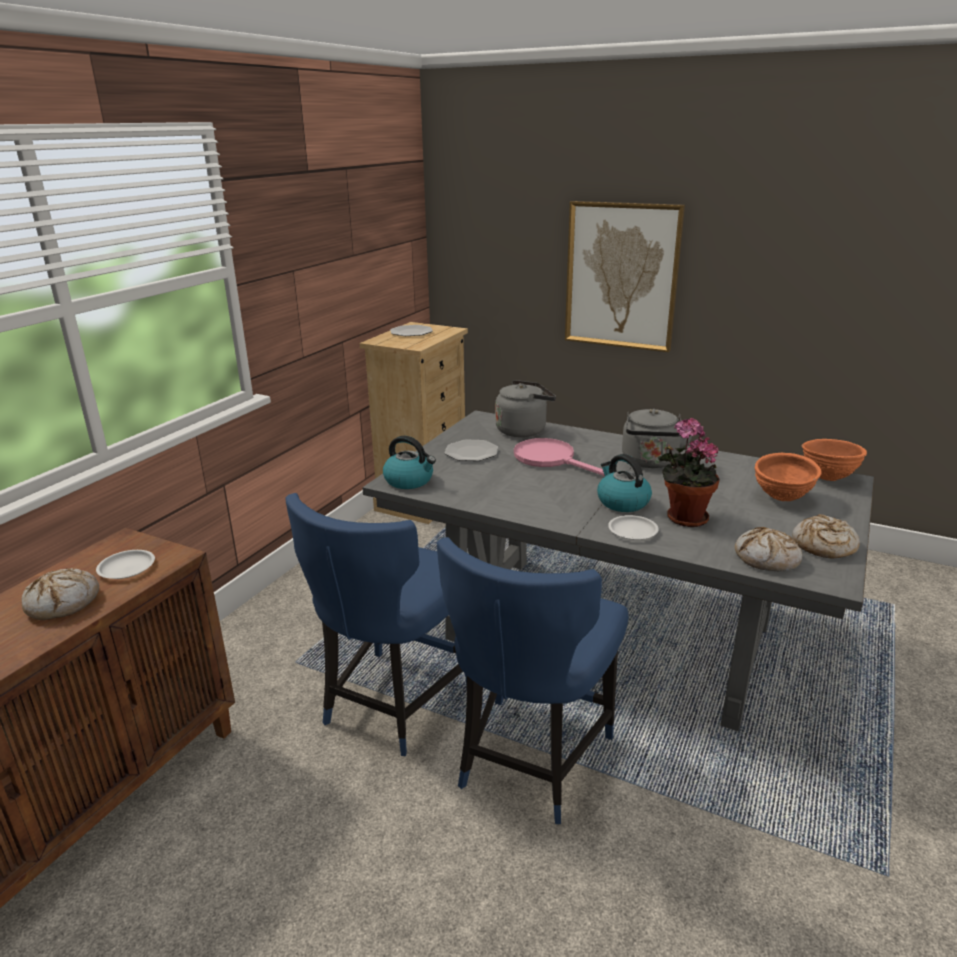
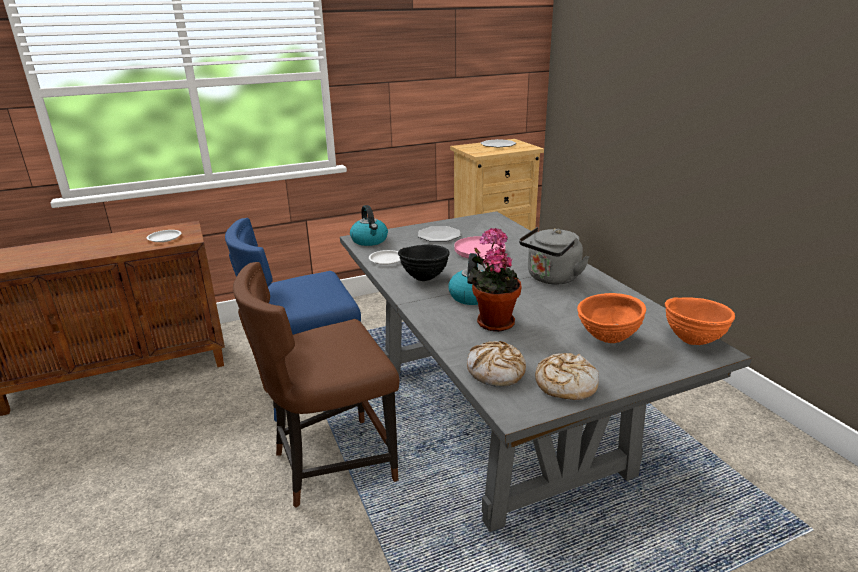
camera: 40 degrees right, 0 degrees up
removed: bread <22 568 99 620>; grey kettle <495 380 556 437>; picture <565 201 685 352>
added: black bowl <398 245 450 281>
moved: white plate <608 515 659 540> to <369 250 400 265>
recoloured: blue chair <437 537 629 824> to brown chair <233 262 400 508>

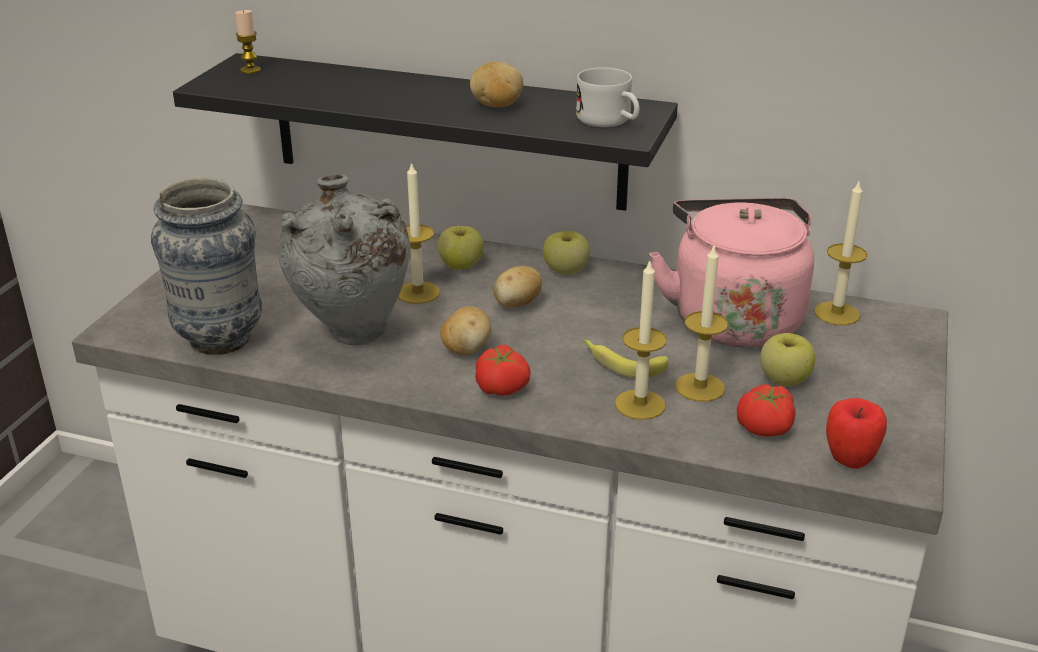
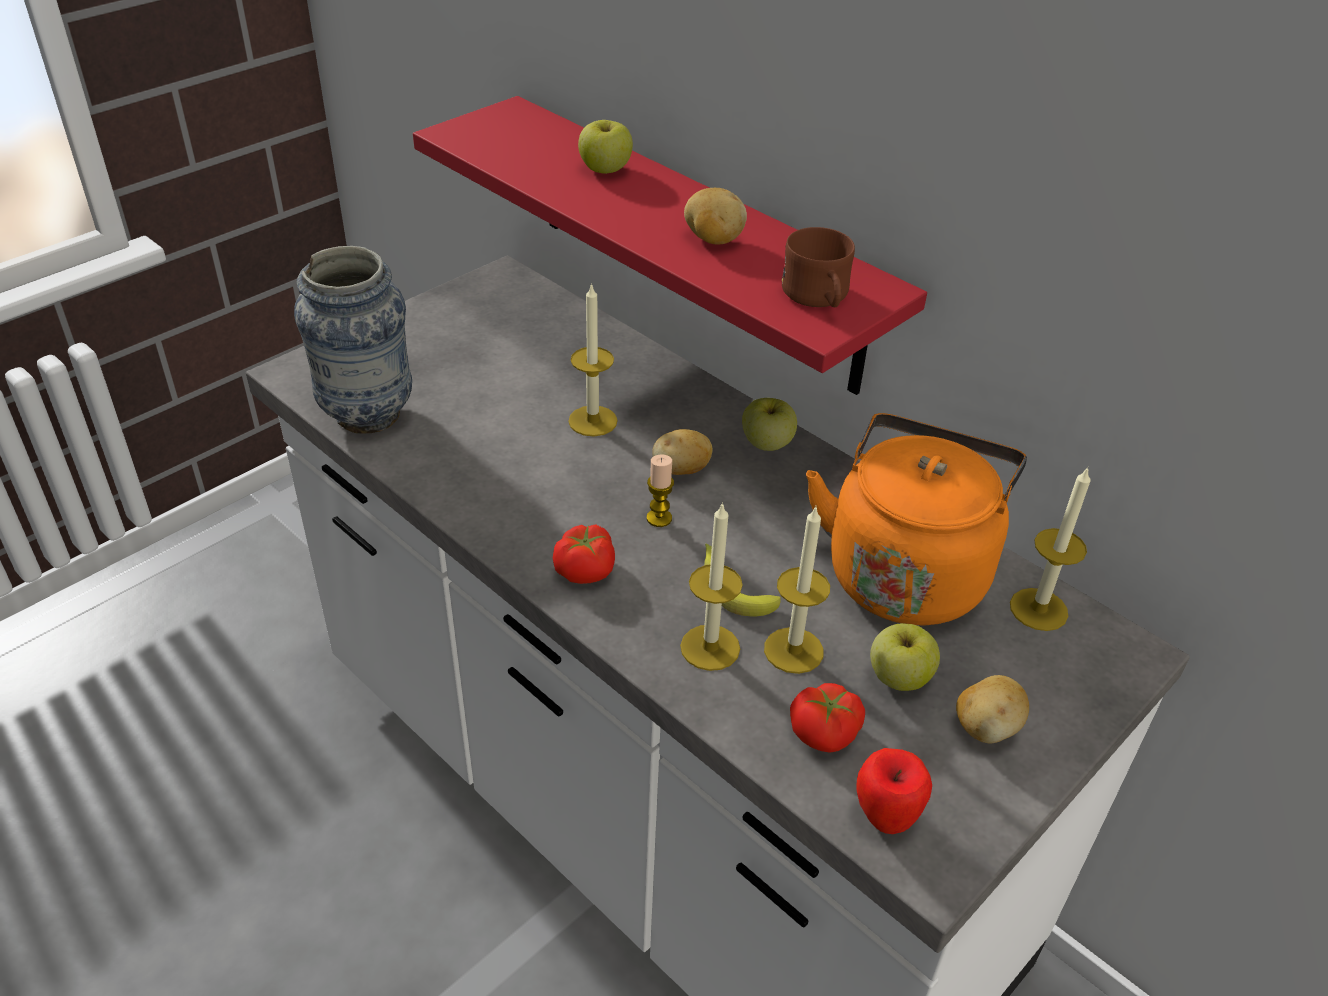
camera: 25 degrees right, 10 degrees up
removed: grey vase <278 174 410 345>
moved: apple <437 226 484 269> to <578 120 633 174>; candle <235 10 261 74> to <647 455 674 527>; potato <440 306 491 355> to <956 675 1029 743>
recoloured: black shelf <173 53 678 211> to red shelf <413 96 927 395>; white mug <576 67 640 127> to brown mug <782 227 855 307>; pink kettle <649 198 814 348> to orange kettle <806 413 1027 626>

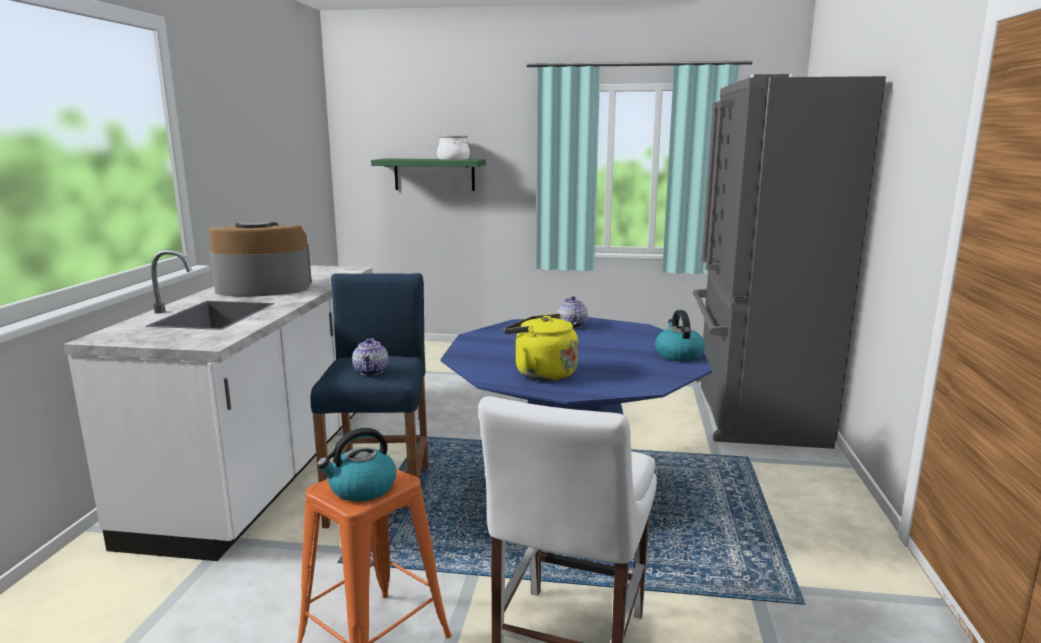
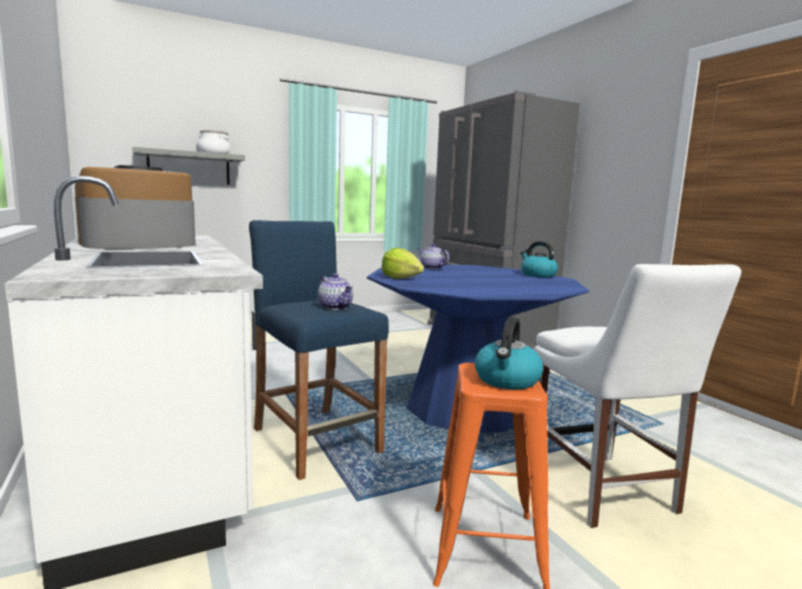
camera: 35 degrees left, 5 degrees down
removed: yellow kettle <504 313 578 381>
added: lettuce <381 248 424 279>
recoloured: green shelf <371 159 486 191> to grey shelf <132 147 245 185>

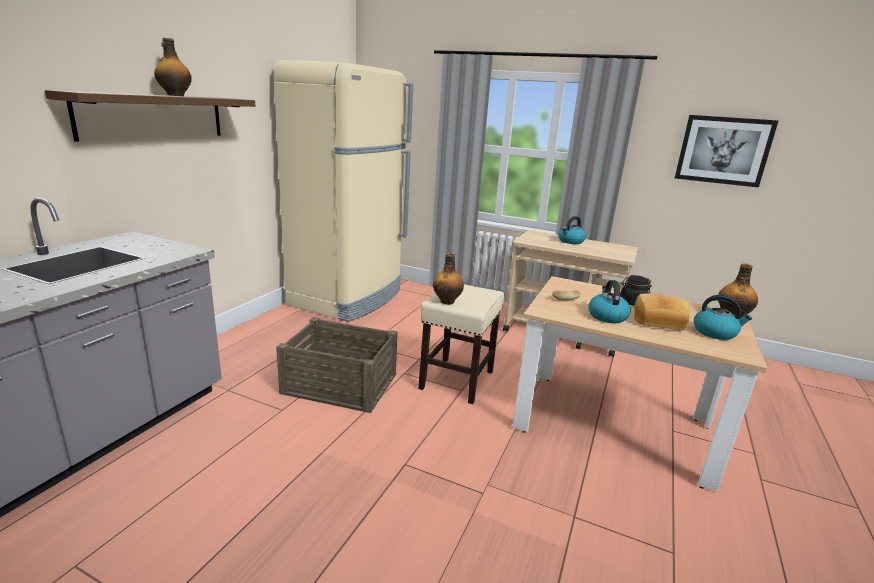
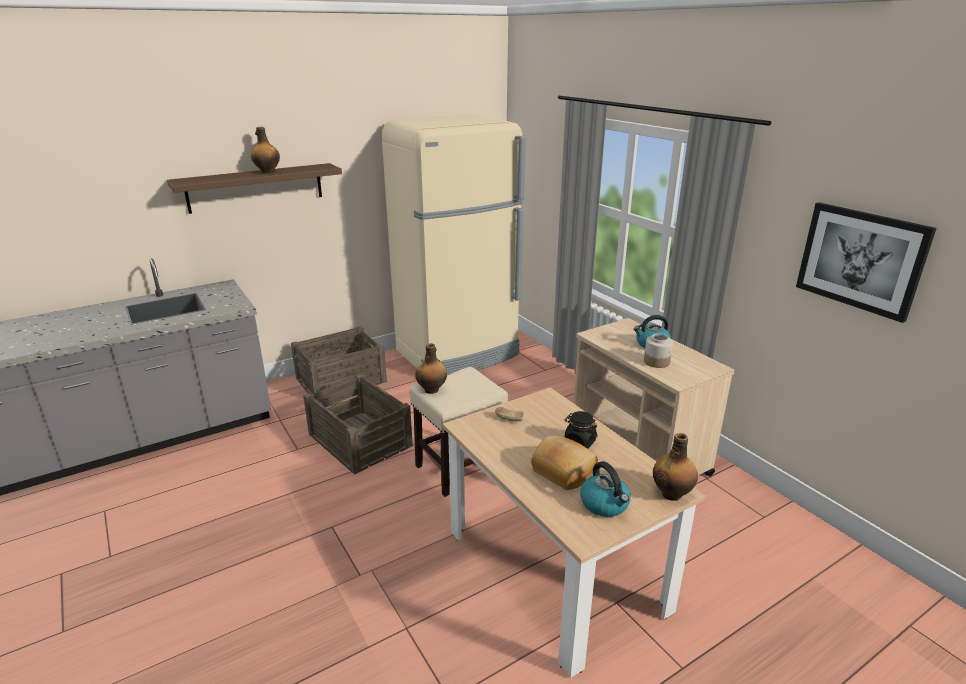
camera: 35 degrees right, 5 degrees up
removed: kettle <589 280 631 323>
added: crate <291 326 387 402>; jar <644 334 673 368>

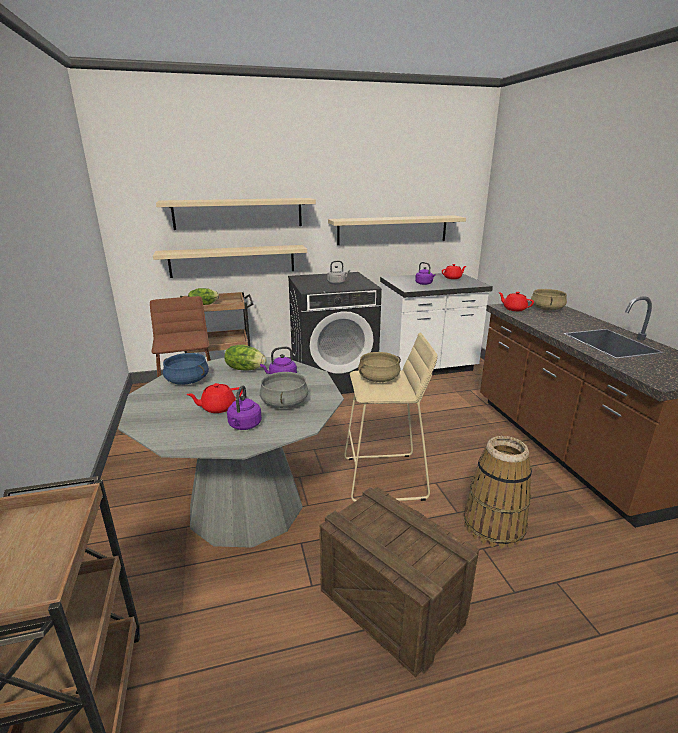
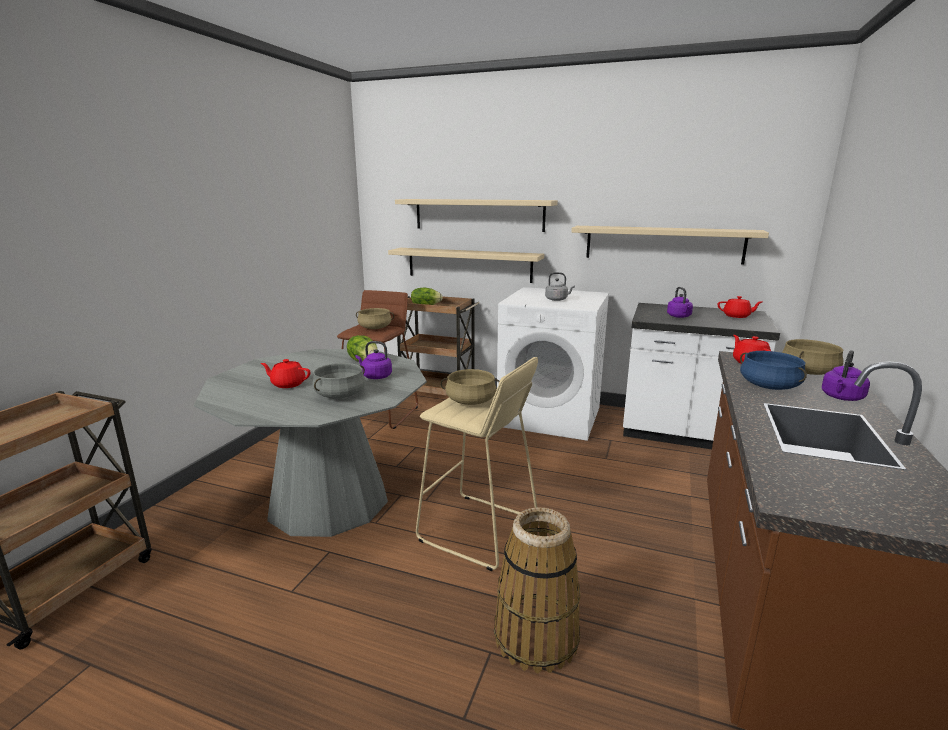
camera: 35 degrees right, 5 degrees down
removed: crate <319 487 480 678>
added: beige cooking pot <356 308 394 329>
moved: blue cooking pot <163 353 209 385> to <740 351 807 390>; purple kettle <227 385 262 430> to <822 350 870 401>
recoloured: black washing machine <288 272 382 394> to white washing machine <497 287 609 441>

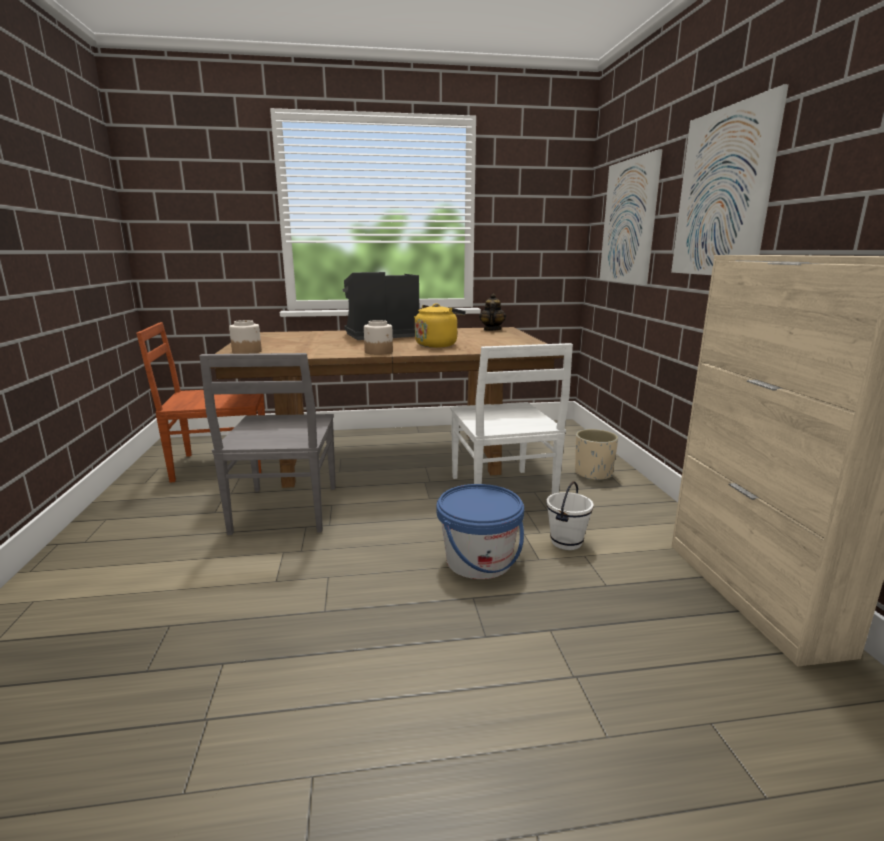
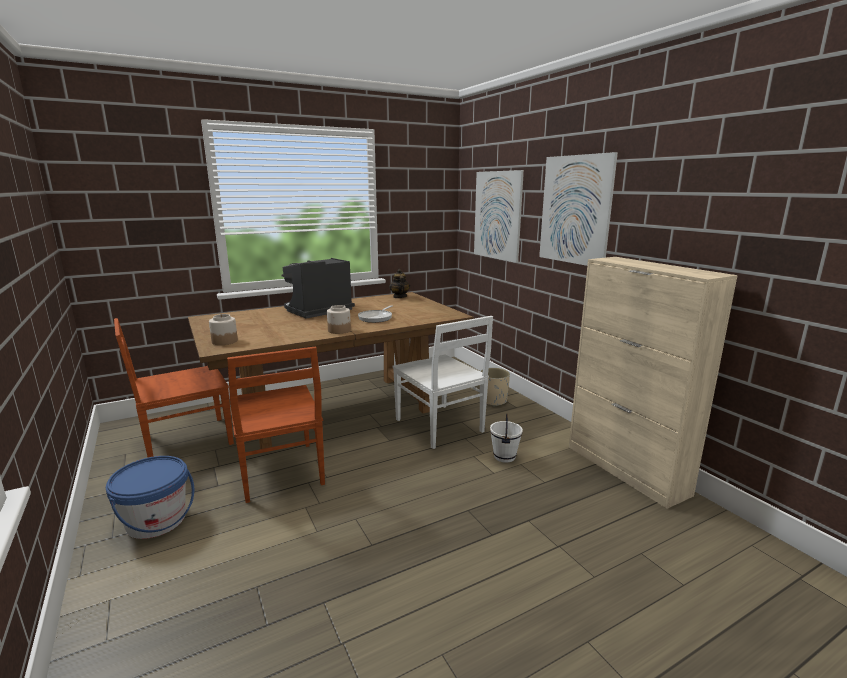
camera: 20 degrees left, 0 degrees up
moved: blue bucket <436 484 524 579> to <106 456 194 539>
replaced: yellow kettle <414 303 466 348> to frying pan <358 305 393 323>
recoloured: grey chair <199 353 336 535> to brown chair <227 347 325 503>

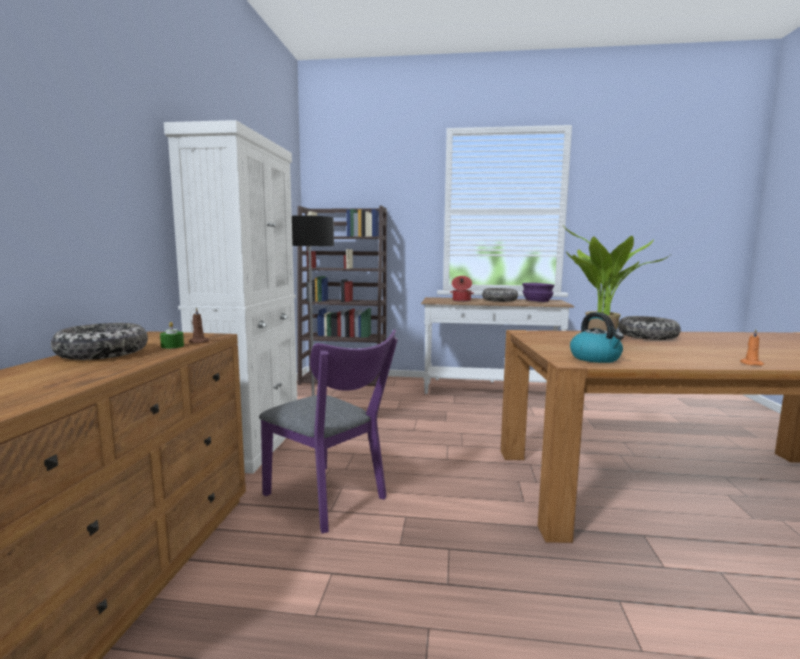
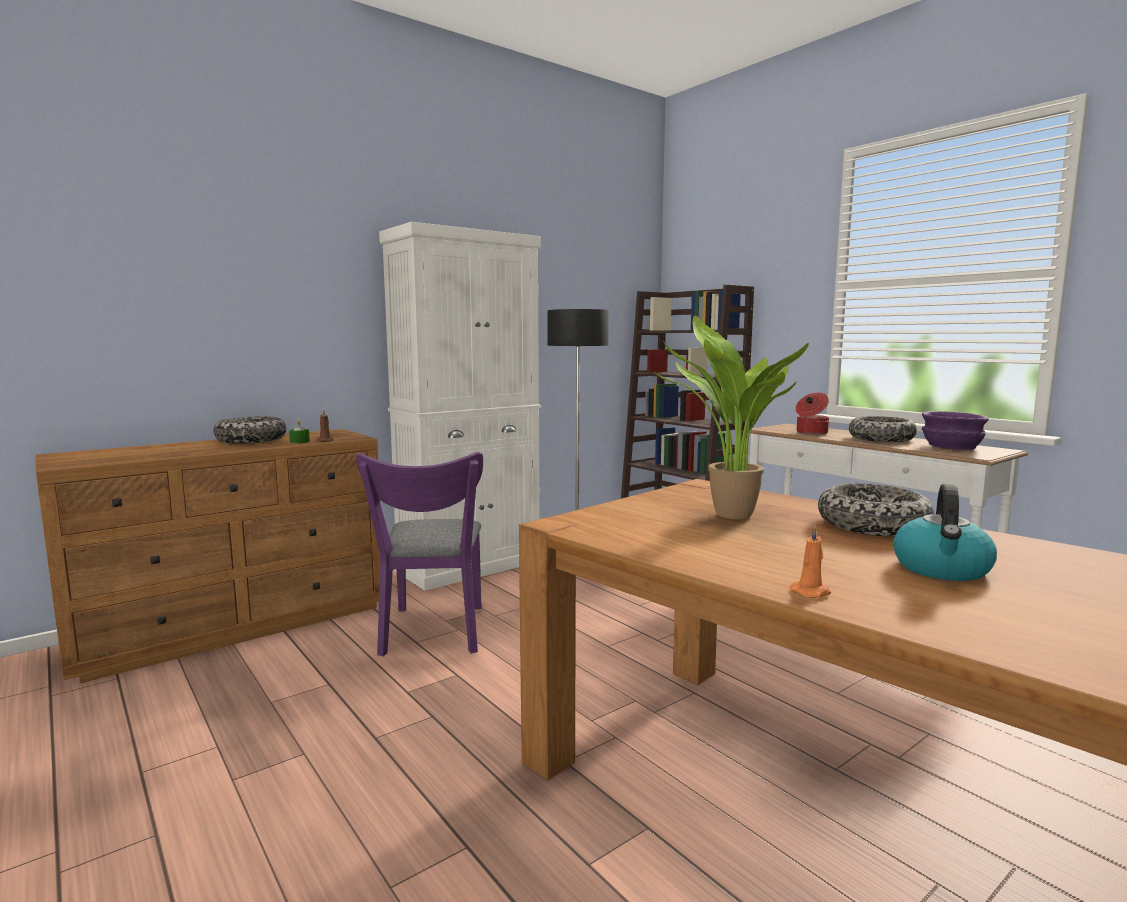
camera: 45 degrees right, 0 degrees up
moved: kettle <570 312 624 363> to <893 484 997 581>

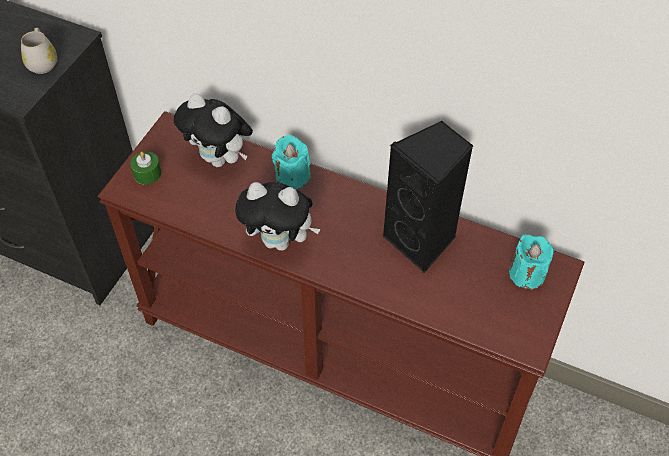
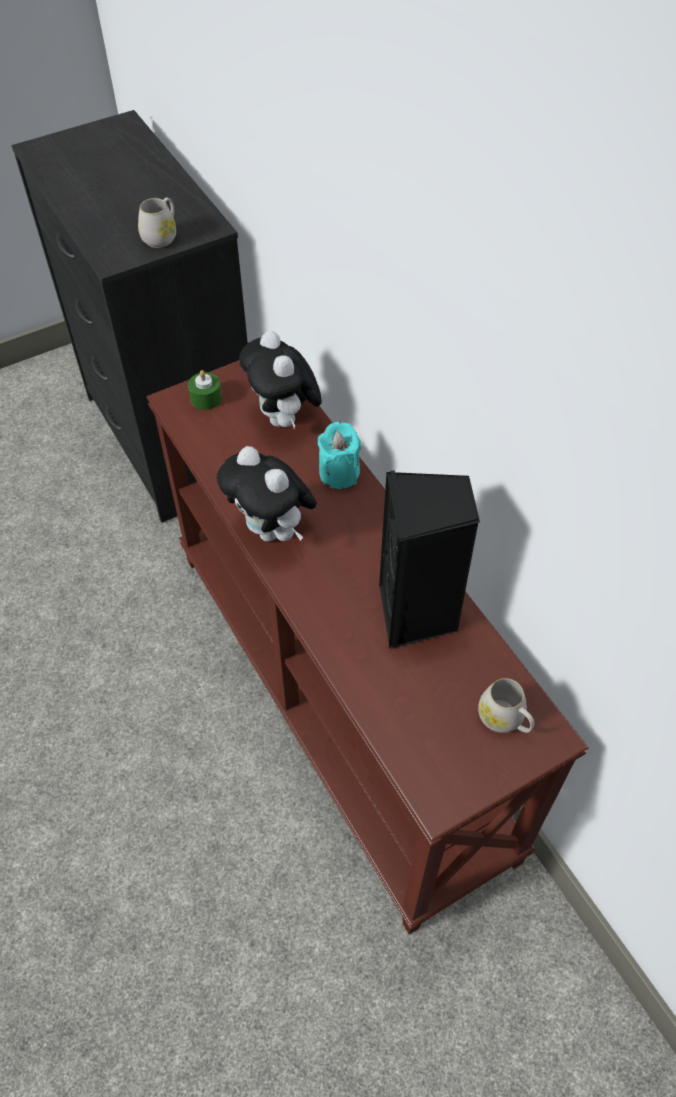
camera: 35 degrees right, 0 degrees up
replaced: turquoise candle <509 235 554 290> to white mug <478 678 534 733>

